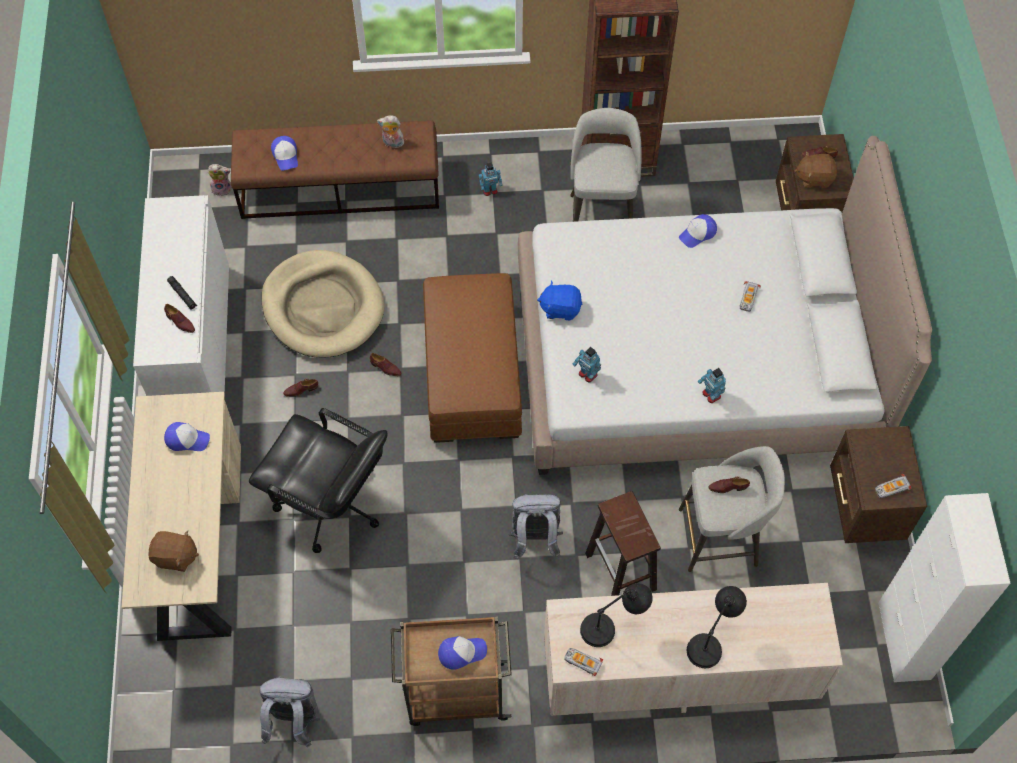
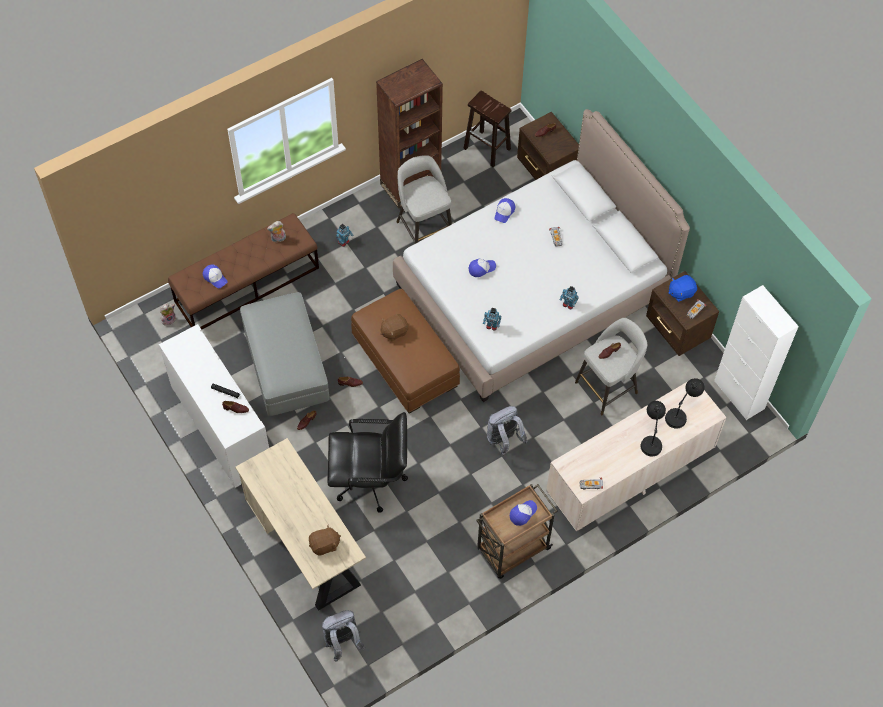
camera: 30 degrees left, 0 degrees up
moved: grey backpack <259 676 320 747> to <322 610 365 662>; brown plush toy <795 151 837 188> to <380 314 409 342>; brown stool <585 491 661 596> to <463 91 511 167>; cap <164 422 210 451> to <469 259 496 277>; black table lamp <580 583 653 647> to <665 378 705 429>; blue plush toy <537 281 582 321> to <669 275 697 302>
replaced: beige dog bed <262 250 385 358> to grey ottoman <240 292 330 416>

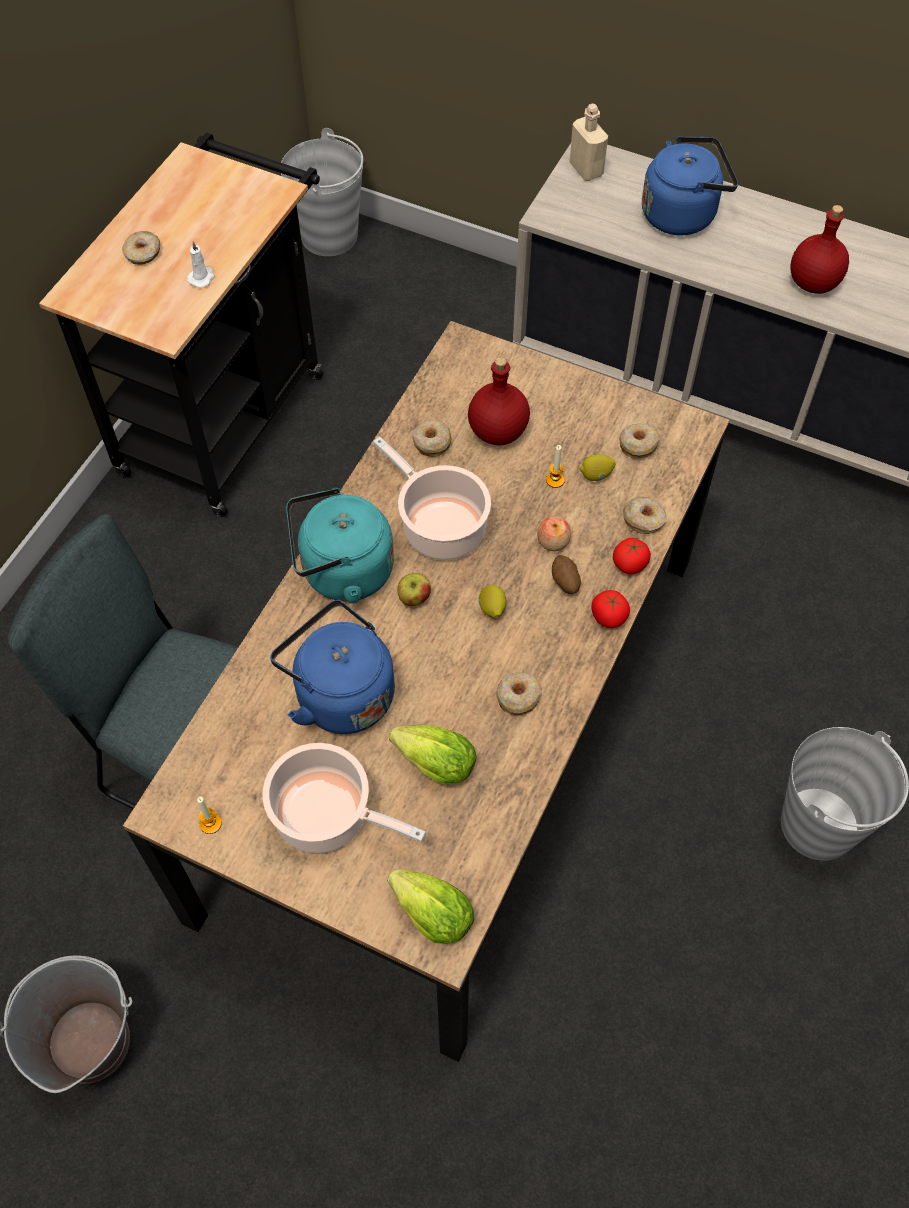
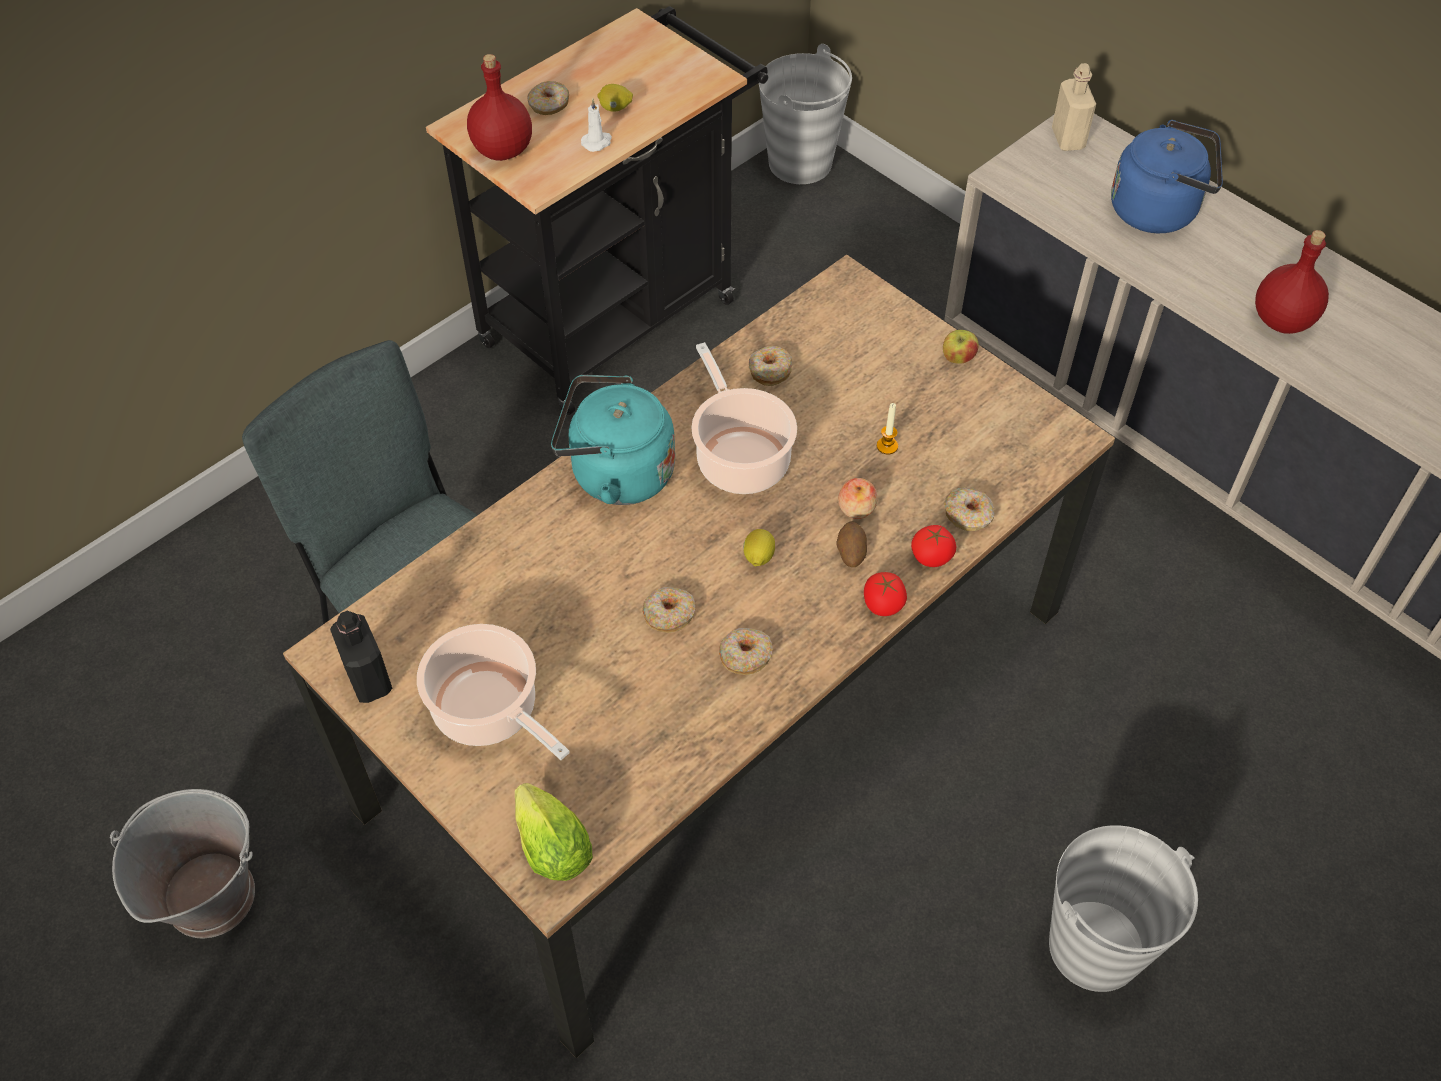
camera: 20 degrees right, 5 degrees down
removed: blue kettle <270 600 395 734>; lettuce <389 725 476 784>
moved: red bottle <468 357 530 446> to <467 54 532 161>; lemon <580 454 616 481> to <597 84 633 112>; donut <619 423 660 459> to <643 587 695 633>; apple <398 573 431 606> to <943 330 979 364>
replaced: candle <197 796 222 834> to black bottle <330 610 392 703>

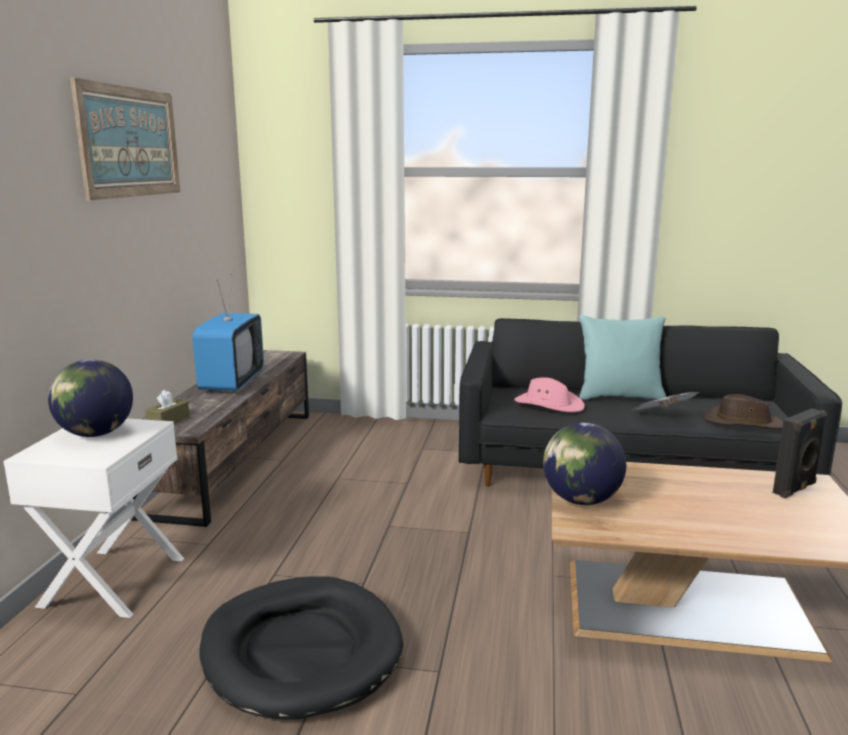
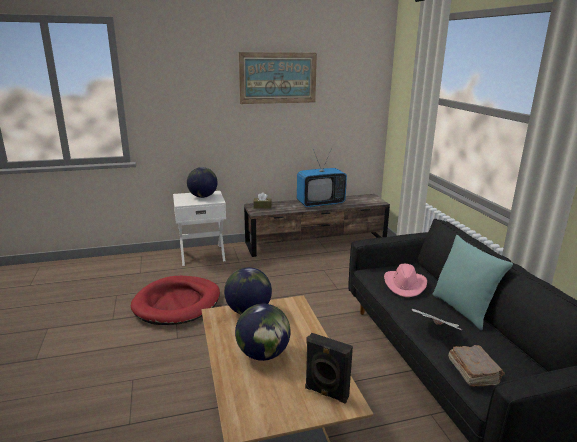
camera: 65 degrees right, 5 degrees up
added: globe <235 304 291 361>
replaced: brown hat <704 394 783 429> to brown book <448 345 505 387>
recoloured: black dog bed <199 576 403 719> to red dog bed <131 276 220 325>

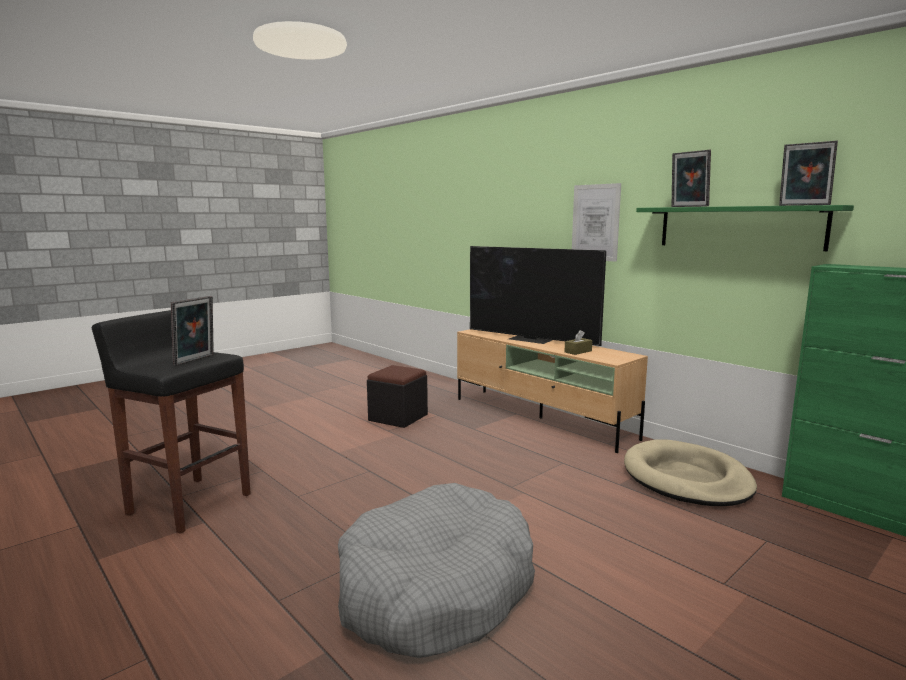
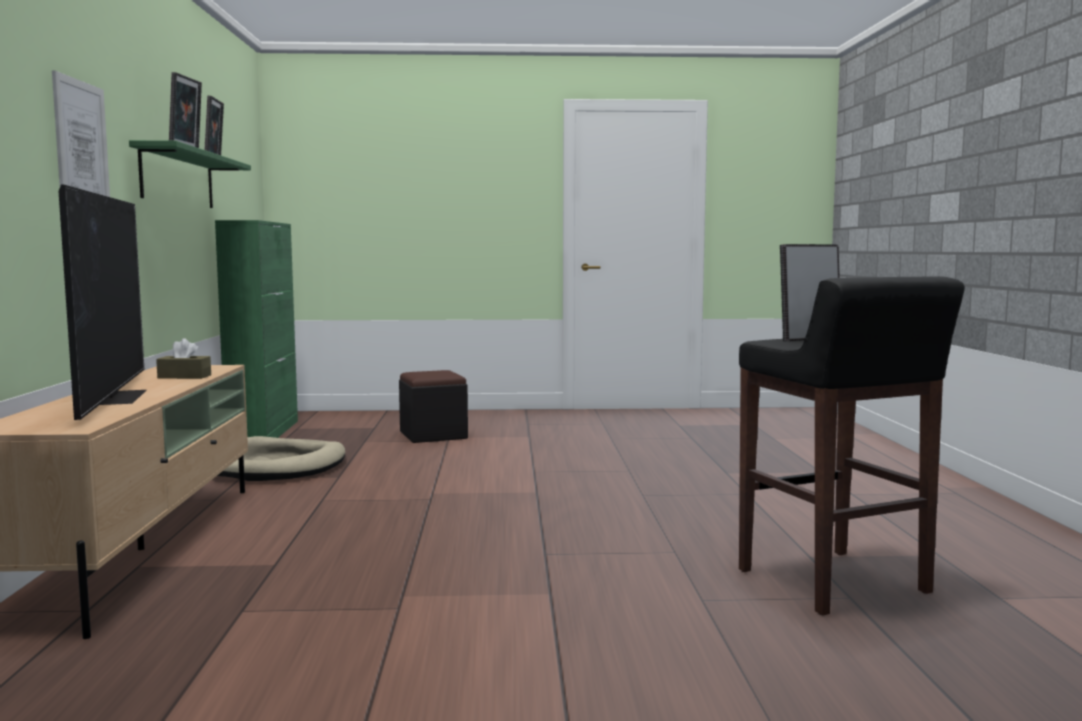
camera: 140 degrees left, 5 degrees down
removed: grey dog bed <338 483 535 658>
moved: black ottoman <367 365 428 428> to <399 370 468 443>

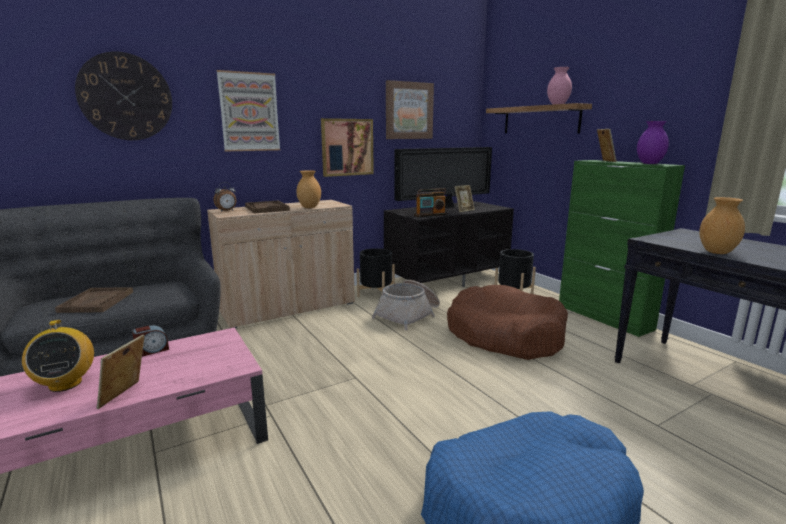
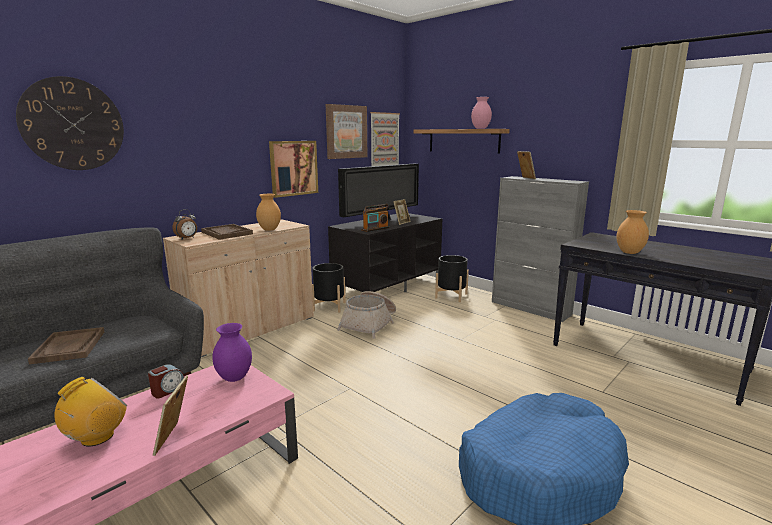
camera: 15 degrees left, 0 degrees up
removed: brown dog bed <447 285 568 360>
moved: purple vase <637 121 669 164> to <212 323 252 382>; picture <217 70 280 151> to <370 112 400 166>
recoloured: green cabinet <559 160 685 337> to grey cabinet <492 176 589 322>
turned: radio <22 320 94 392> = <54 377 127 446> 105 degrees counterclockwise

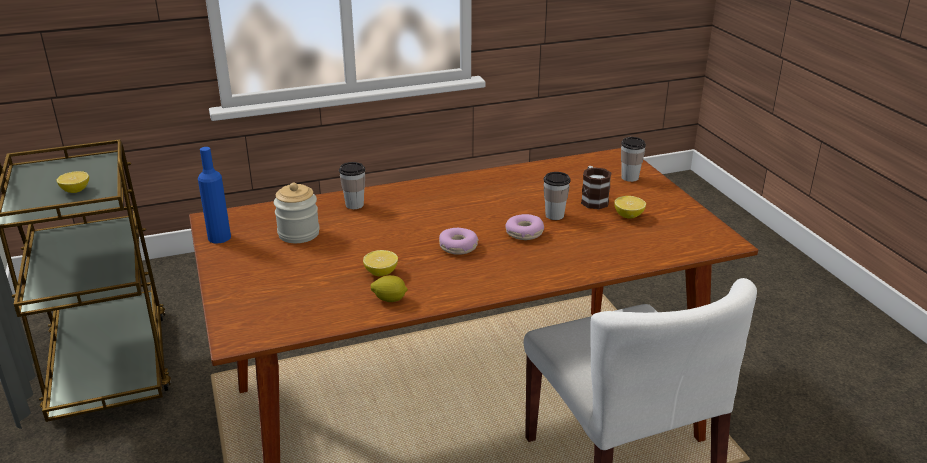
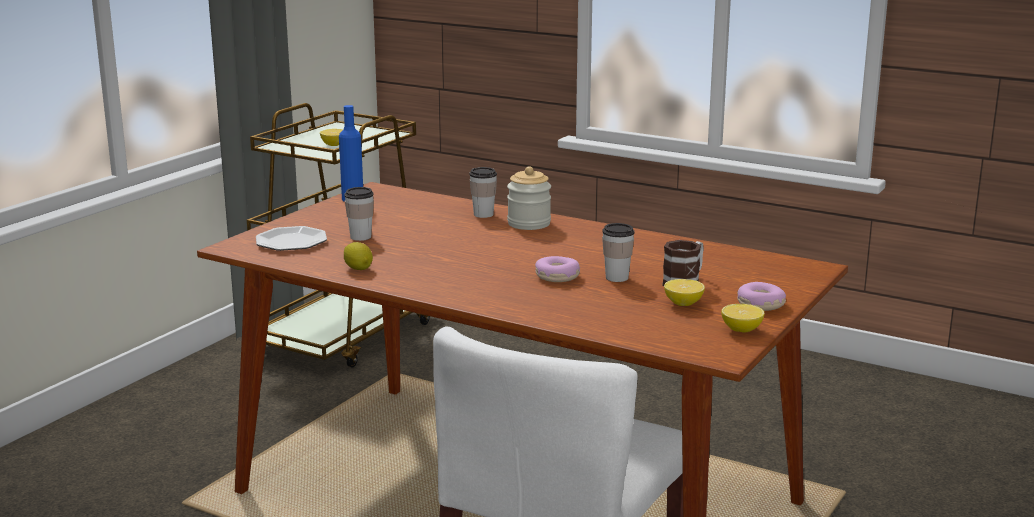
camera: 50 degrees right, 10 degrees down
added: plate <256 226 327 251>
moved: cup <621 137 646 182> to <345 187 374 241>; jar <274 183 320 243> to <507 166 551 230>; lemon <363 250 398 276> to <721 304 764 333>; donut <439 228 479 255> to <737 282 786 311>

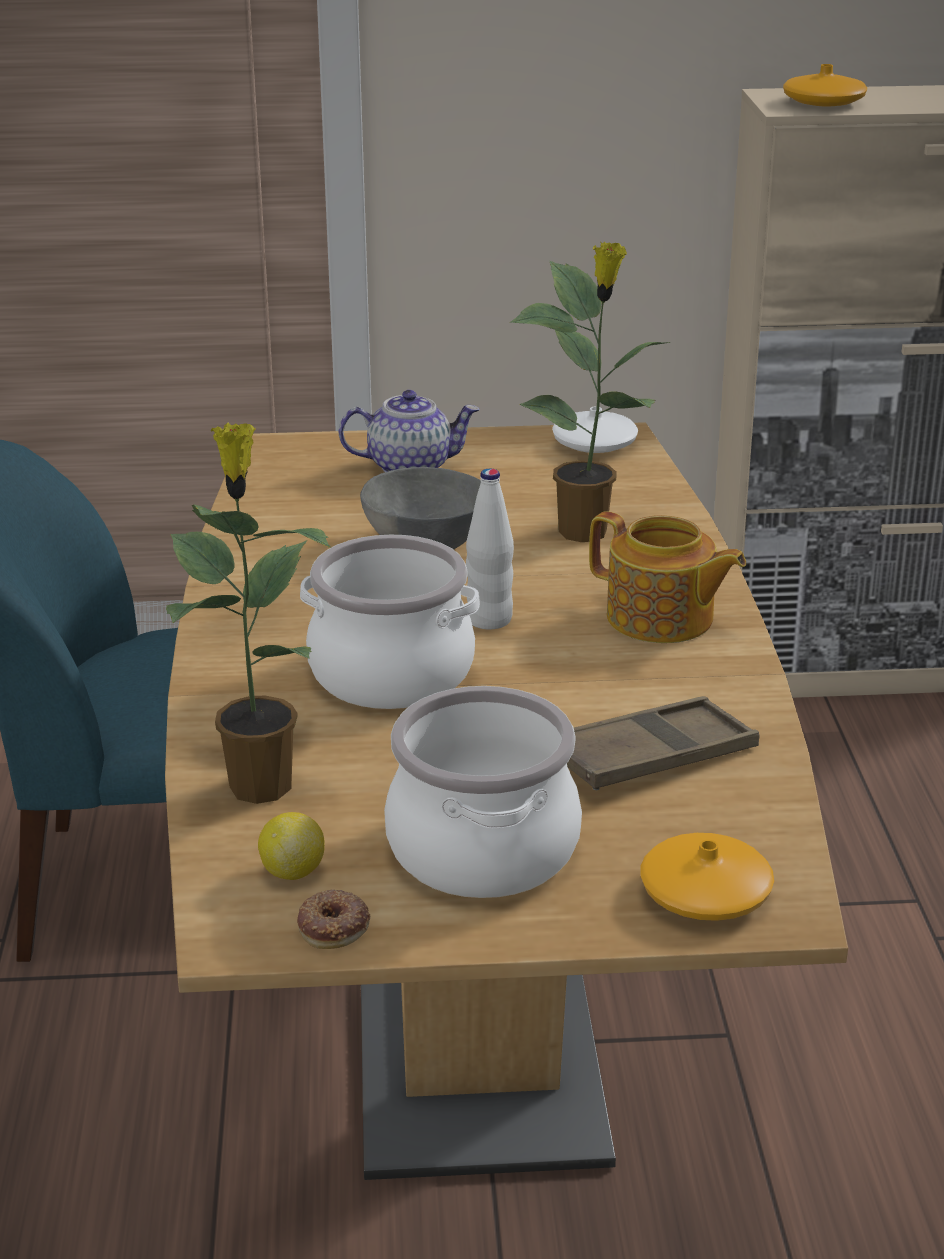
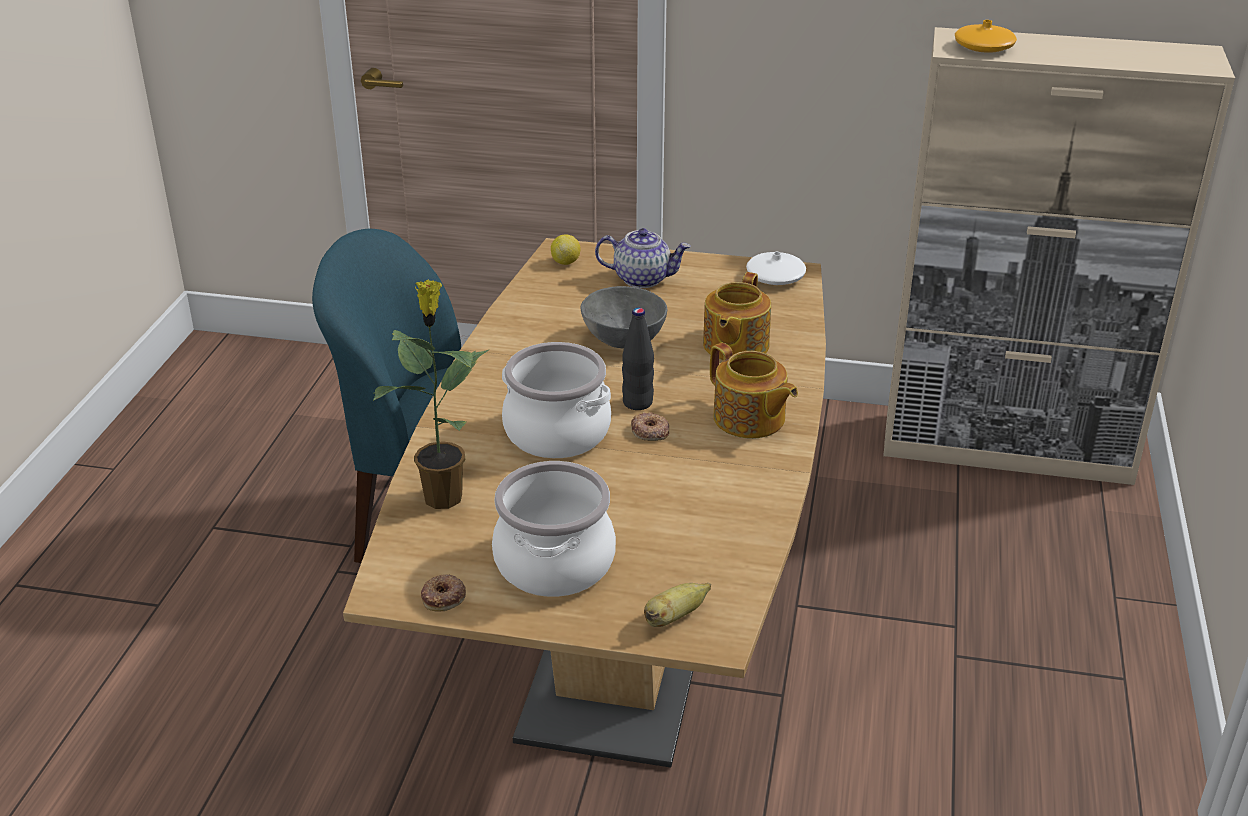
camera: 15 degrees right, 5 degrees up
removed: brown tray <567 696 759 790>
added: donut <631 412 669 441>
moved: lemon <258 812 325 880> to <551 235 581 265>
replaced: orange vase <640 833 774 921> to banana <644 583 711 627>; potted plant <511 242 670 542> to teapot <703 272 771 360>
recoloured: white bottle <466 469 514 630> to black bottle <622 308 654 410>

